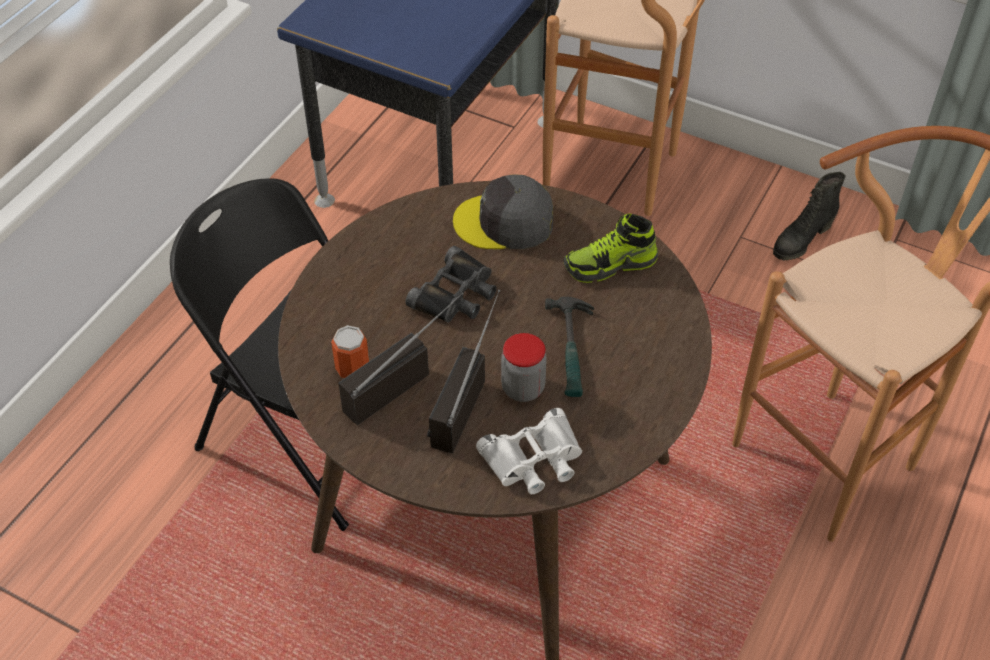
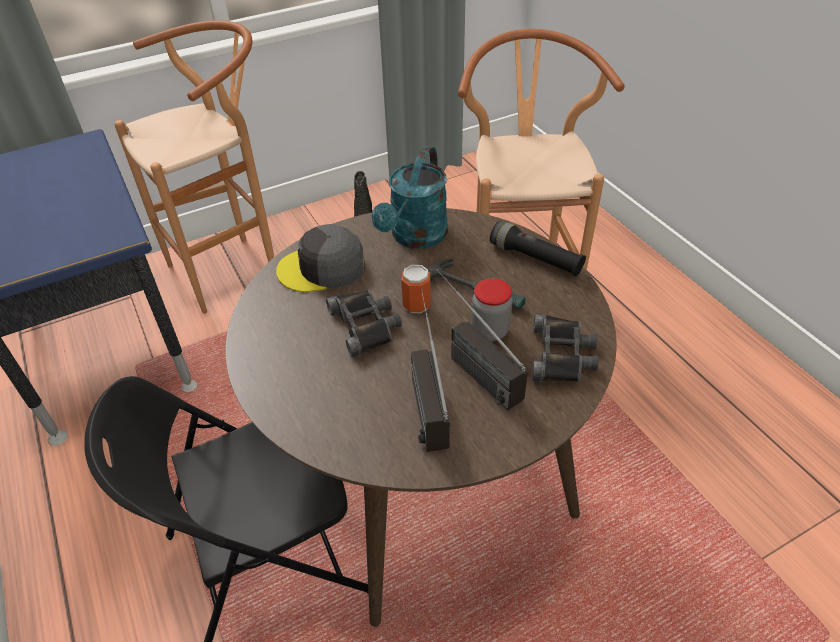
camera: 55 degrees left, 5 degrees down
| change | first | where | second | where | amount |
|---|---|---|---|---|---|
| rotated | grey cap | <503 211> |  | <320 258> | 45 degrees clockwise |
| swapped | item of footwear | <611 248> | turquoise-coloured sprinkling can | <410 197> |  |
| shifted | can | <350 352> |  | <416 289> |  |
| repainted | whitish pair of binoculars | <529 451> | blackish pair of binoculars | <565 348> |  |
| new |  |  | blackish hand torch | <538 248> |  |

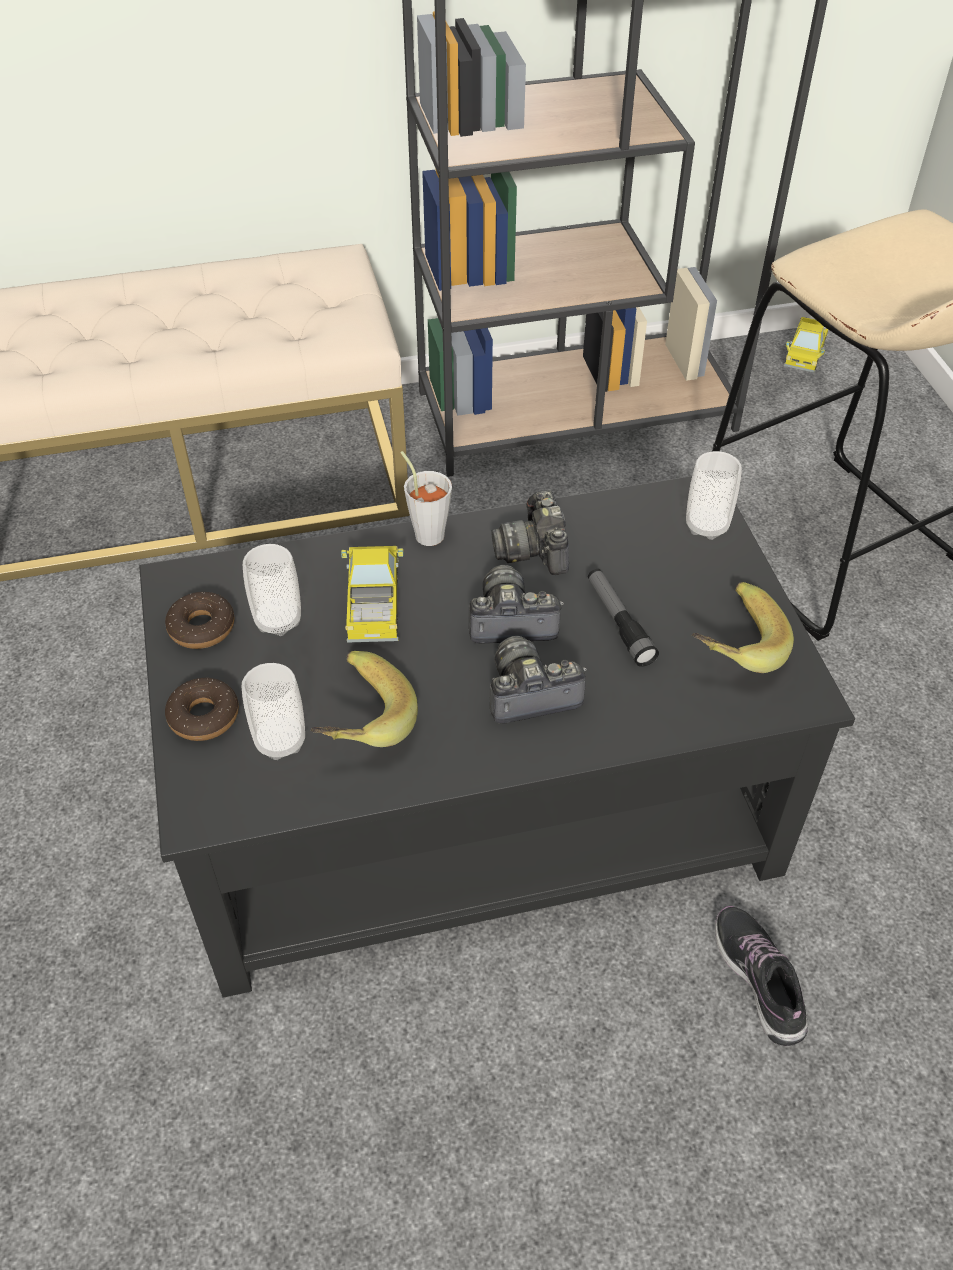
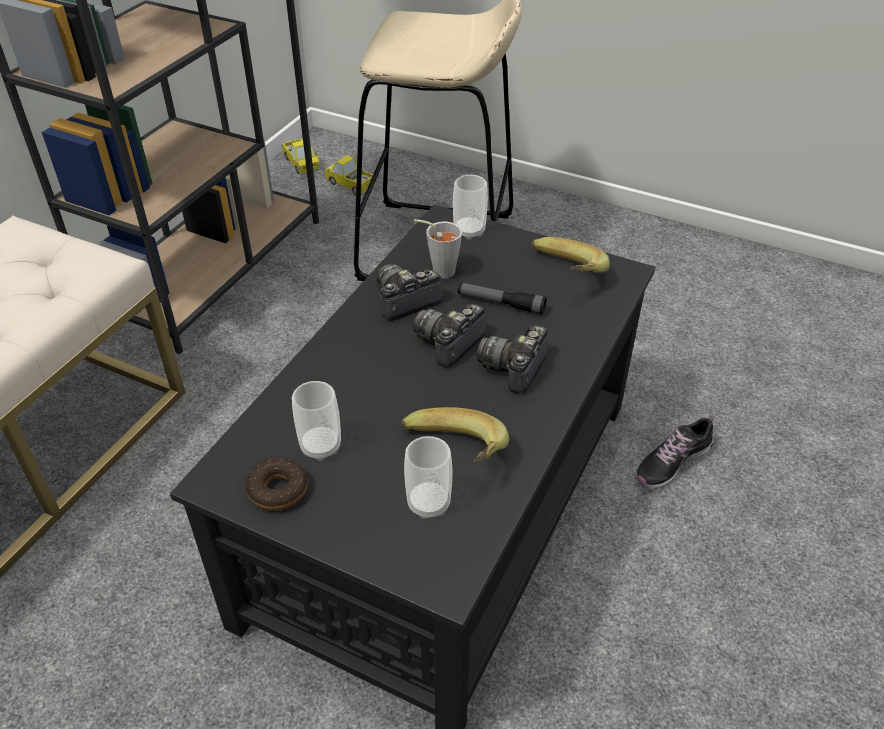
camera: 50 degrees left, 5 degrees down
| change | first | where | second | where | amount |
|---|---|---|---|---|---|
| shifted | grey drinking cup | <426 498> |  | <438 249> |  |
| rotated | photo camera | <530 532> |  | <409 292> | 120 degrees clockwise |
| shifted | toy lorry | <372 594> |  | <350 175> |  |
| gone | ring doughnut | <202 709> |  |  |  |
| rotated | item of footwear | <761 976> |  | <674 451> | 60 degrees counterclockwise |

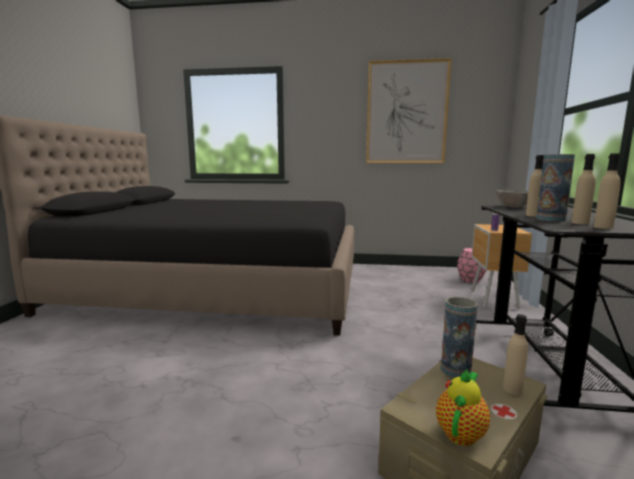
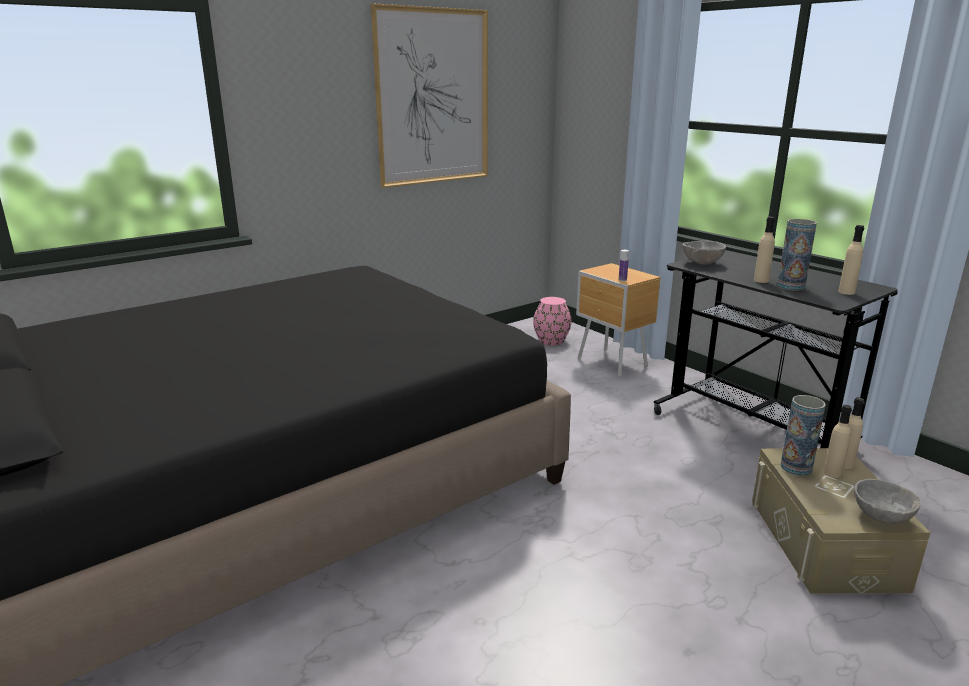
camera: 45 degrees left, 10 degrees up
| change | first | where | second | where | amount |
|---|---|---|---|---|---|
| shifted | beige bottle | <583 189> |  | <838 441> |  |
| swapped | pot for tea | <463 407> | grey deep dish | <887 501> |  |

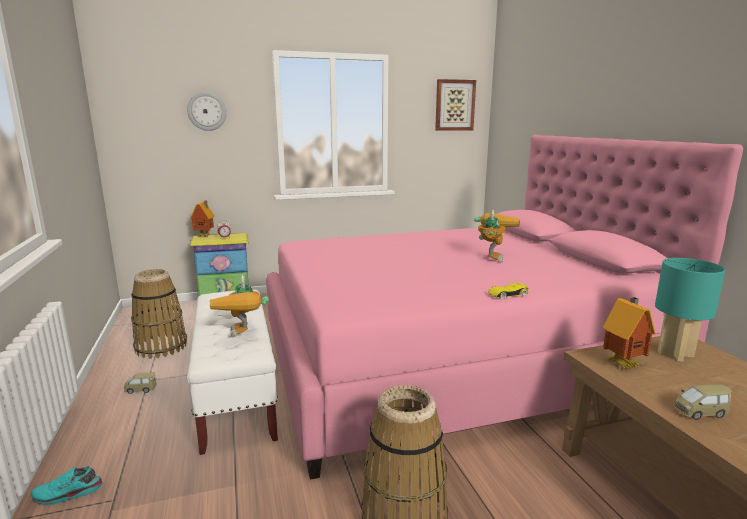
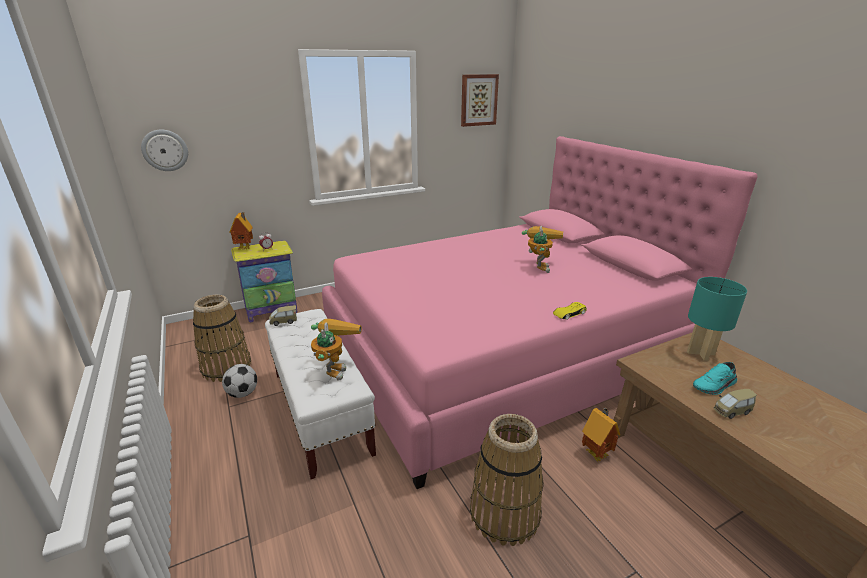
camera: 10 degrees left, 10 degrees up
| change | first | where | second | where | amount |
|---|---|---|---|---|---|
| shifted | hanging clock | <207 111> |  | <164 150> |  |
| rotated | toy robot | <239 306> |  | <336 349> | 150 degrees counterclockwise |
| shifted | model house | <629 333> |  | <601 435> |  |
| shifted | toy car | <140 383> |  | <283 315> |  |
| shifted | turquoise-coloured item of footwear | <66 486> |  | <715 378> |  |
| new |  |  | football | <239 381> |  |

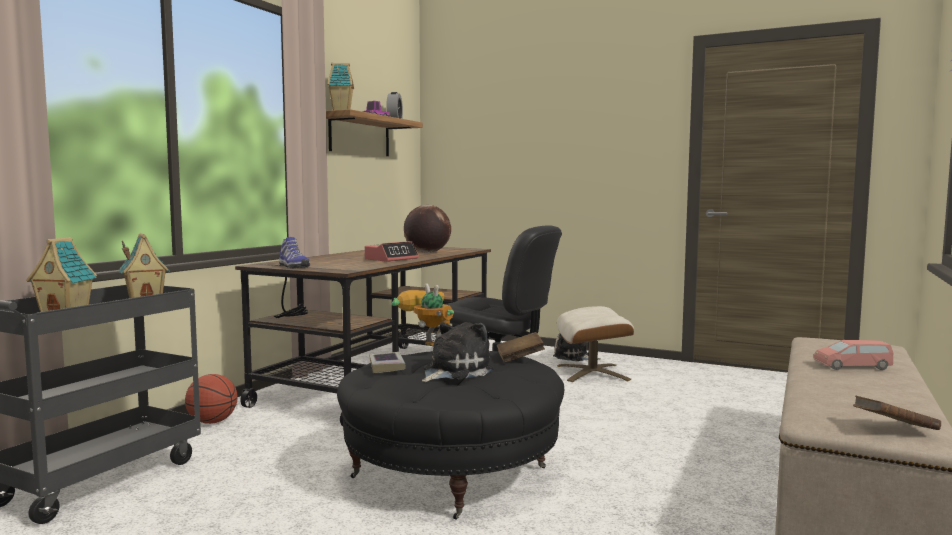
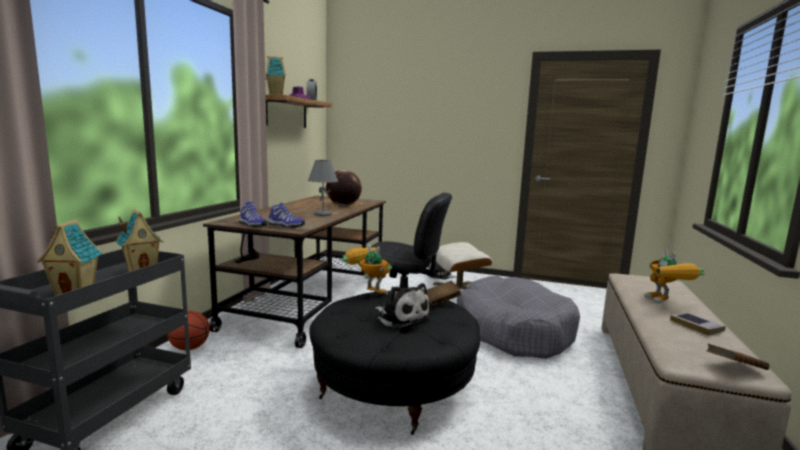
camera: 10 degrees left, 5 degrees up
| change | first | where | second | where | amount |
|---|---|---|---|---|---|
| swapped | alarm clock | <391 251> | grey lamp for a table | <323 188> |  |
| rotated | cuddly toy | <458 352> |  | <403 306> | 105 degrees clockwise |
| swapped | pink-coloured toy car | <853 355> | toy robot | <675 276> |  |
| shifted | bound book | <387 362> |  | <698 324> |  |
| new |  |  | item of footwear | <286 215> |  |
| new |  |  | grey pet bed | <518 317> |  |

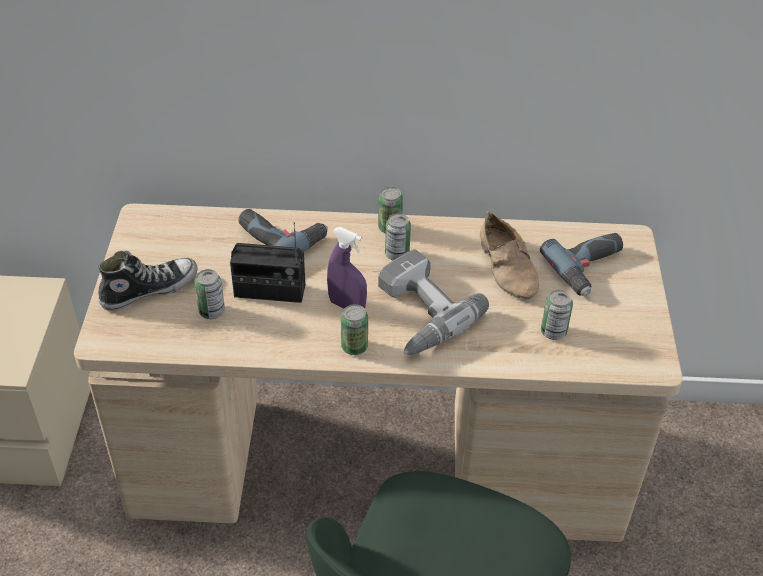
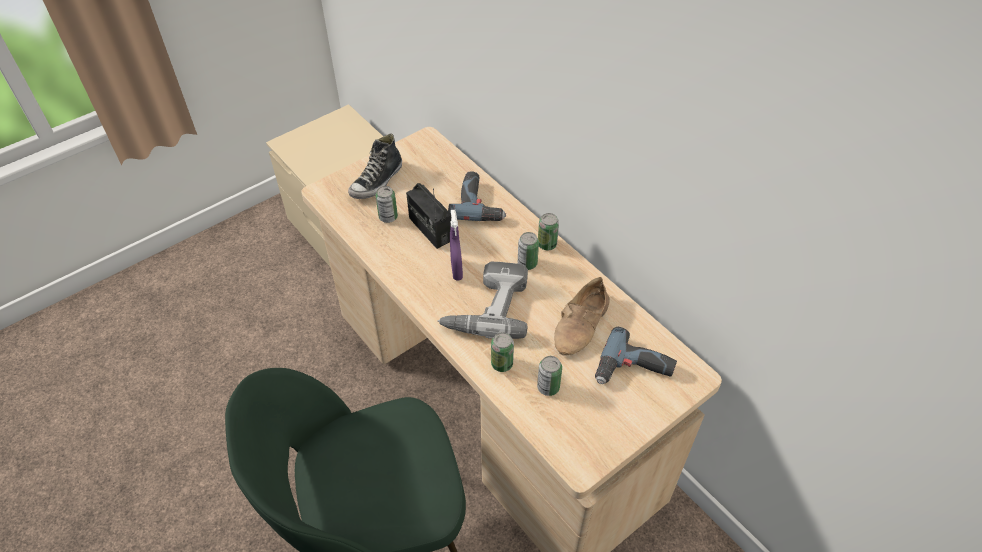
camera: 50 degrees right, 5 degrees up
| change | first | where | second | where | amount |
|---|---|---|---|---|---|
| rotated | item of footwear | <148 280> |  | <375 166> | 105 degrees clockwise |
| shifted | can | <354 329> |  | <502 352> |  |

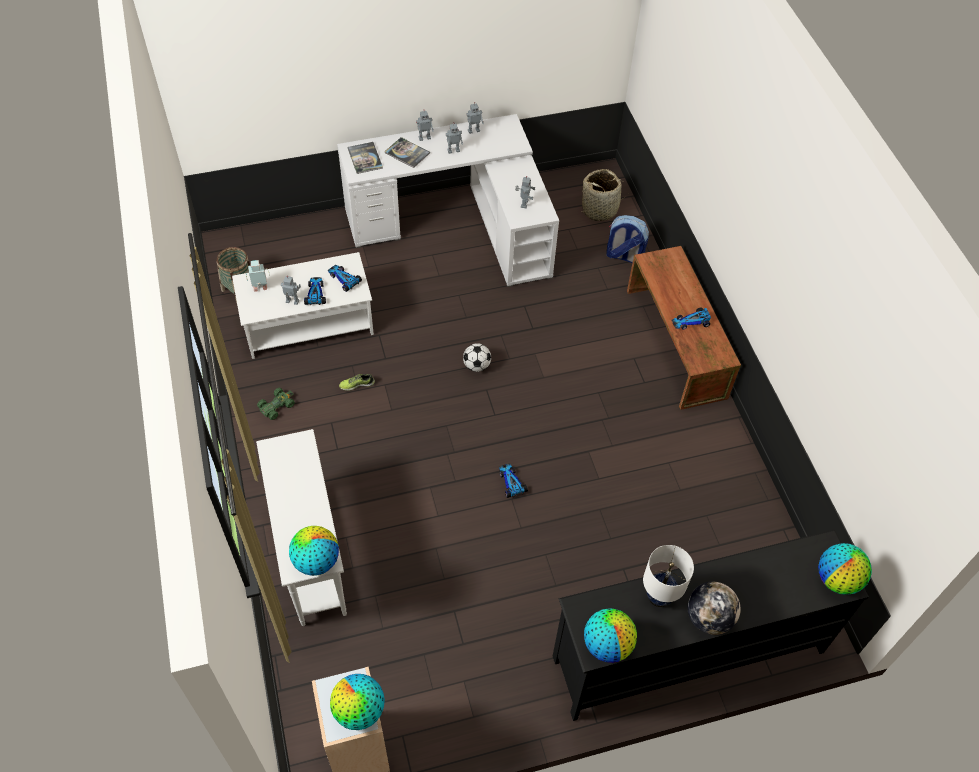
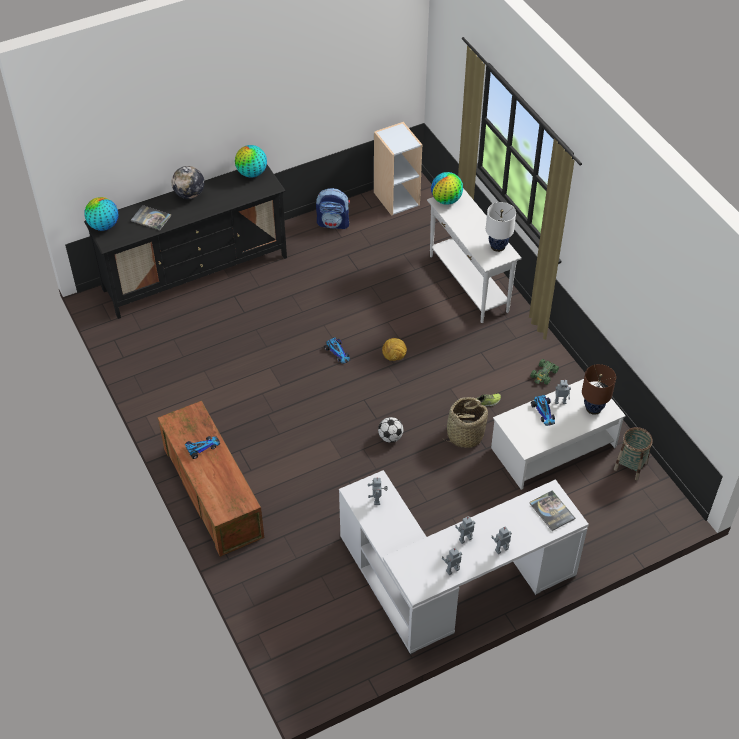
camera: 170 degrees right, 5 degrees down
| change | first | where | second | where | amount |
|---|---|---|---|---|---|
| shifted | bound book | <407 152> |  | <151 218> |  |
| shifted | household basket | <603 195> |  | <466 422> |  |
| shifted | knapsack | <627 239> |  | <333 208> |  |
| swapped | toy robot | <258 276> | brownish lamp for a table | <599 389> |  |
| gone | toy car | <345 278> |  |  |  |
| shifted | whitish lamp for a table | <668 576> |  | <501 227> |  |
| gone | desk globe | <357 702> |  |  |  |
| new |  |  | football | <394 349> |  |

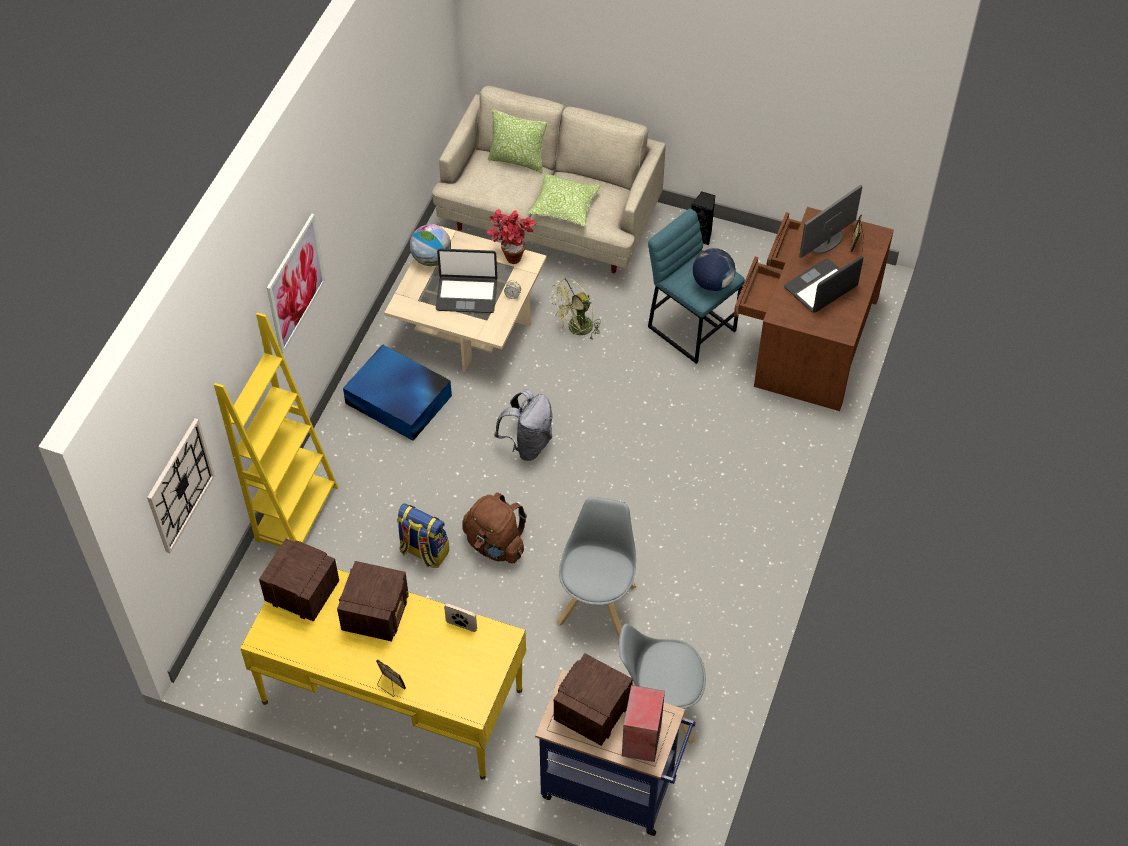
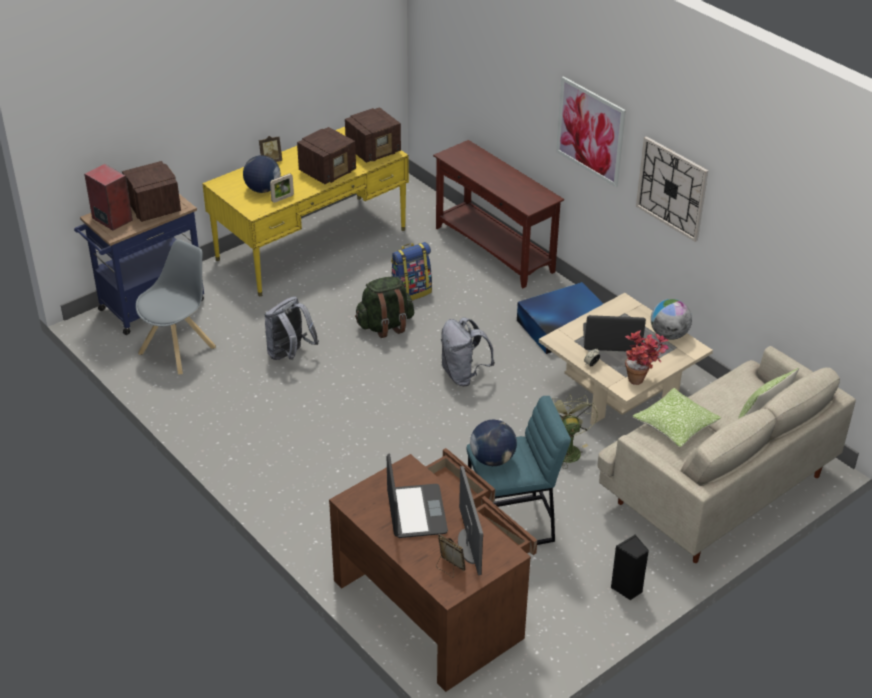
camera: 120 degrees right, 15 degrees down
| change | first | where | second | where | amount |
|---|---|---|---|---|---|
| rotated | notebook computer | <466 281> |  | <614 333> | 60 degrees clockwise |
| swapped | yellowish shelving unit | <276 430> | brownish hall table | <498 214> |  |
| shifted | hanging clock | <181 485> |  | <672 189> |  |
| repainted | brownish knapsack | <494 528> | green knapsack | <384 307> |  |
| swapped | grey chair | <596 567> | grey knapsack | <292 328> |  |
| rotated | radio set | <373 601> |  | <326 155> | 90 degrees counterclockwise |
| new |  |  | desk globe | <262 174> |  |

